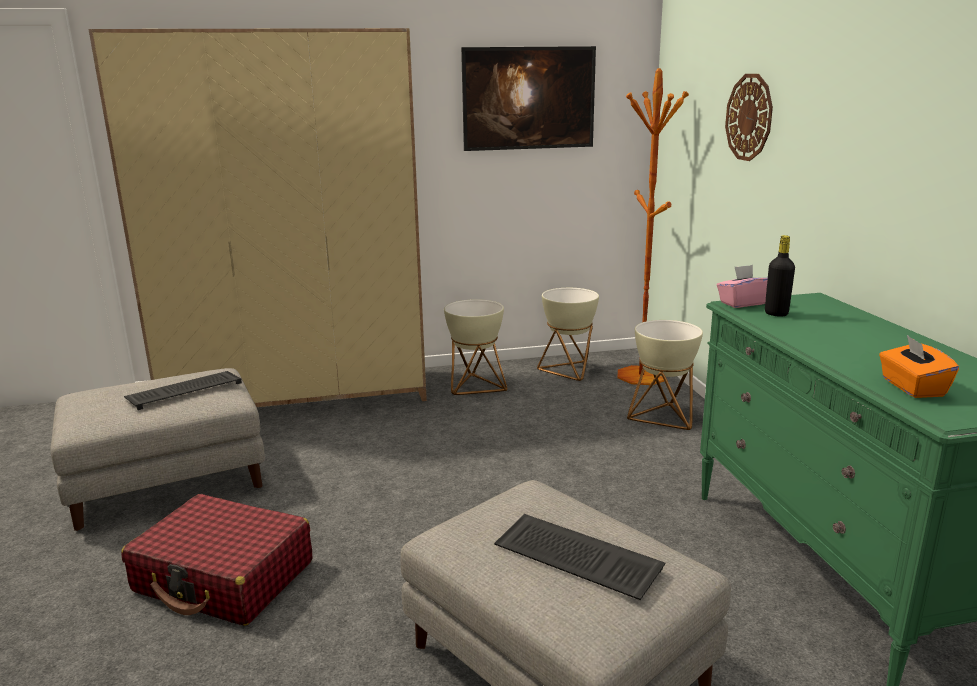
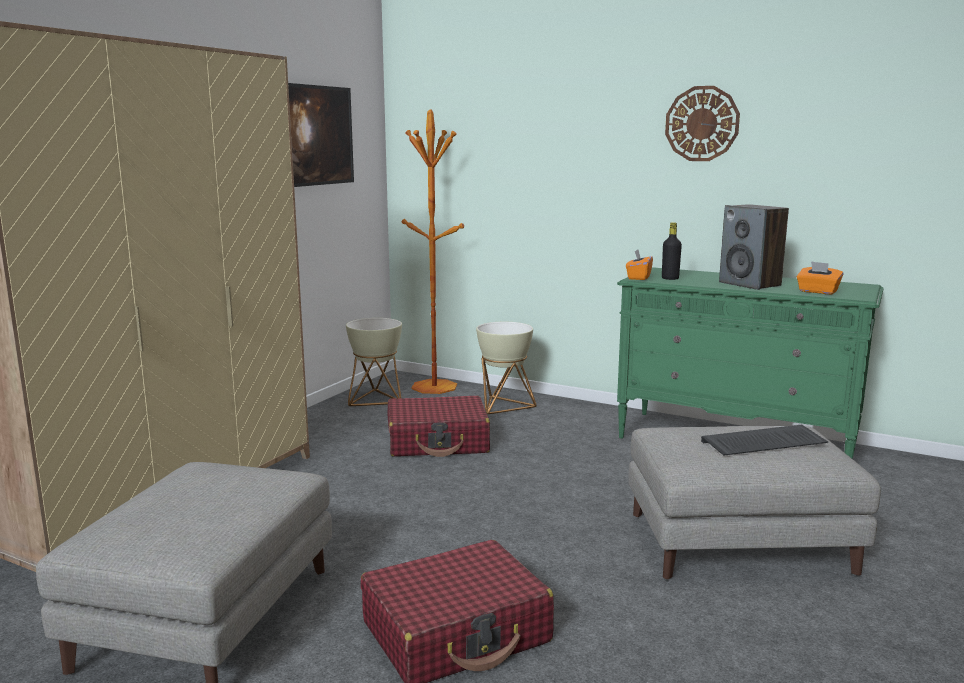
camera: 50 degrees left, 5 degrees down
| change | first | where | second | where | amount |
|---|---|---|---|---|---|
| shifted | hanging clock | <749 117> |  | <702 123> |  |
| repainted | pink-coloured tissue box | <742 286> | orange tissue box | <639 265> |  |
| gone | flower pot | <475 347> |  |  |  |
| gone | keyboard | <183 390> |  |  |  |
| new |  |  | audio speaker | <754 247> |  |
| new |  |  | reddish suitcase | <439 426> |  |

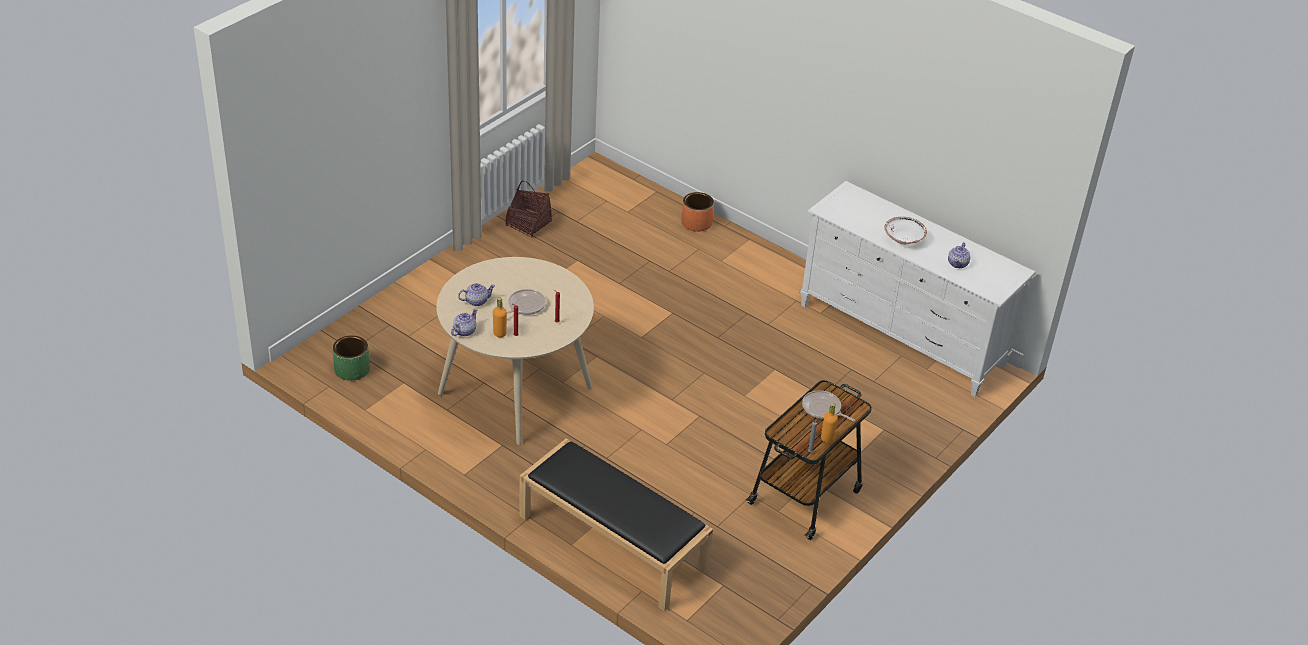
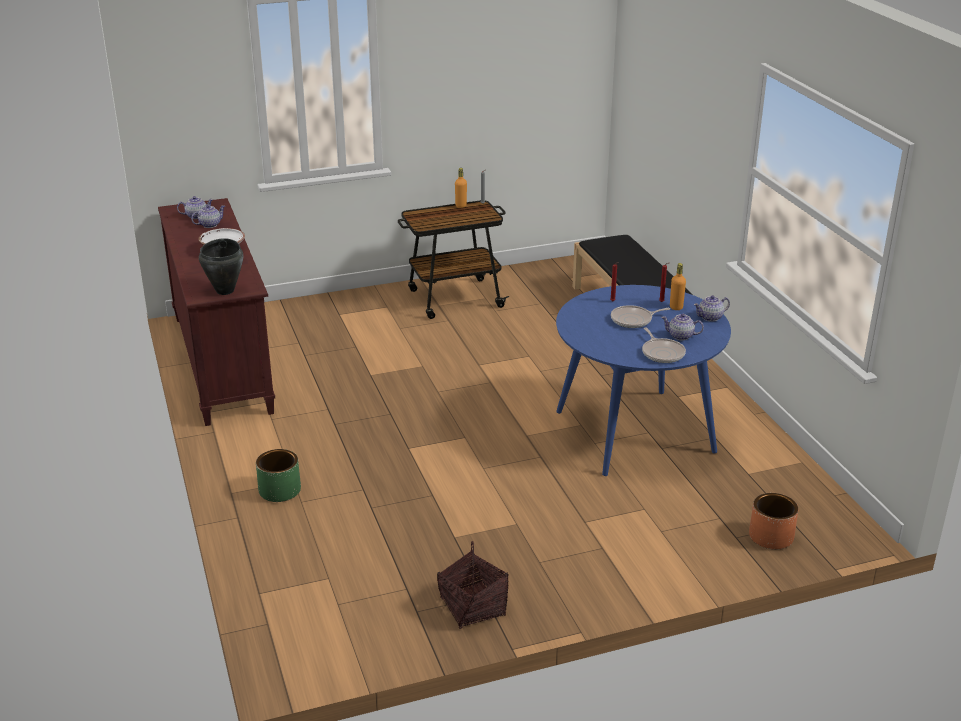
camera: 145 degrees left, 10 degrees down
| change | first | where | second | where | amount |
|---|---|---|---|---|---|
| repainted | whitish dresser | <918 289> | reddish dresser | <216 312> |  |
| shifted | orange flower pot | <697 212> |  | <773 521> |  |
| repainted | beige dinner table | <515 351> | bluish dinner table | <643 380> |  |
| shifted | green flower pot | <351 358> |  | <278 475> |  |
| shifted | frying pan | <828 406> |  | <664 345> |  |
| new |  |  | pot for tea | <195 207> |  |
| new |  |  | blackish cooking pot | <221 266> |  |

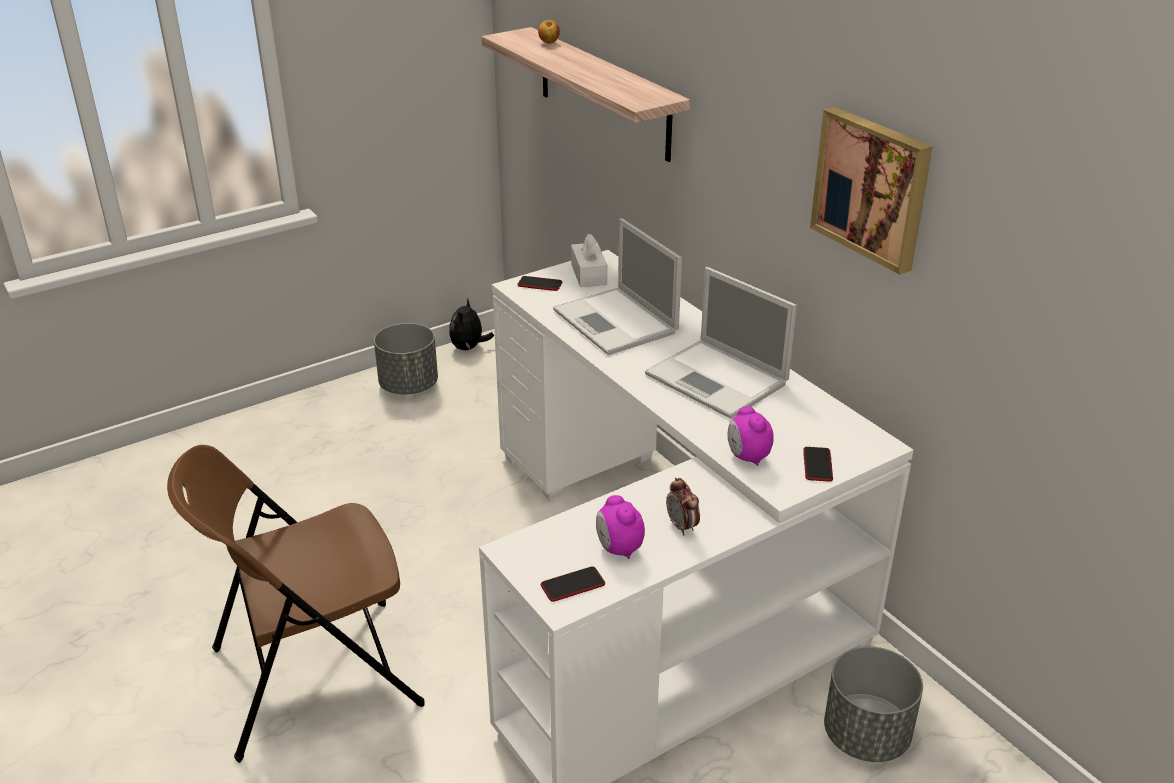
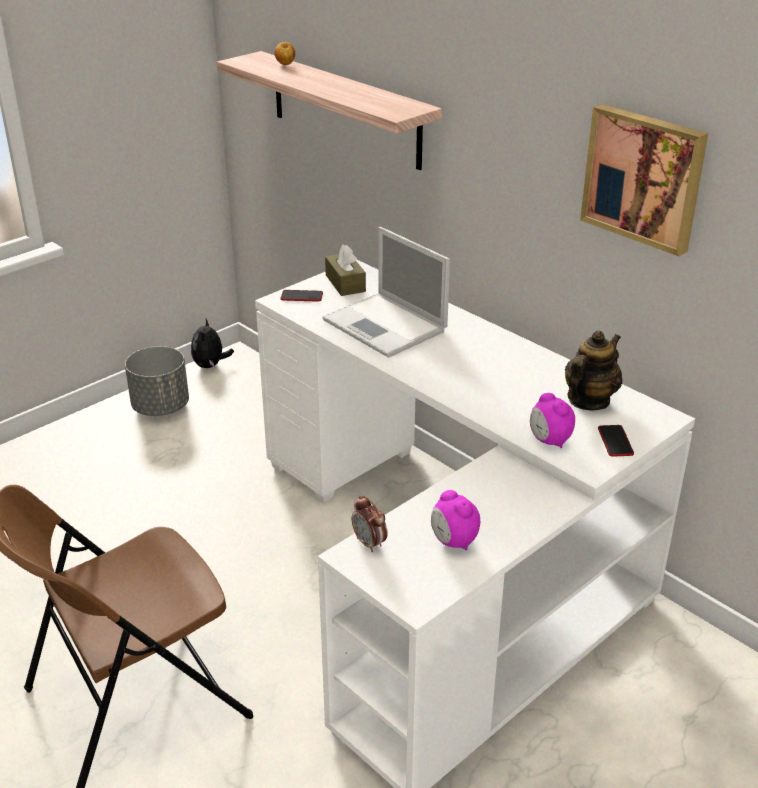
camera: 10 degrees left, 0 degrees up
| change | first | where | second | where | amount |
|---|---|---|---|---|---|
| repainted | whitish tissue box | <589 260> | brownish tissue box | <345 270> |  |
| gone | notebook computer | <721 343> |  |  |  |
| shifted | alarm clock | <683 507> |  | <370 524> |  |
| gone | phone | <573 584> |  |  |  |
| gone | grey flower pot | <873 704> |  |  |  |
| new |  |  | pot for tea | <594 370> |  |

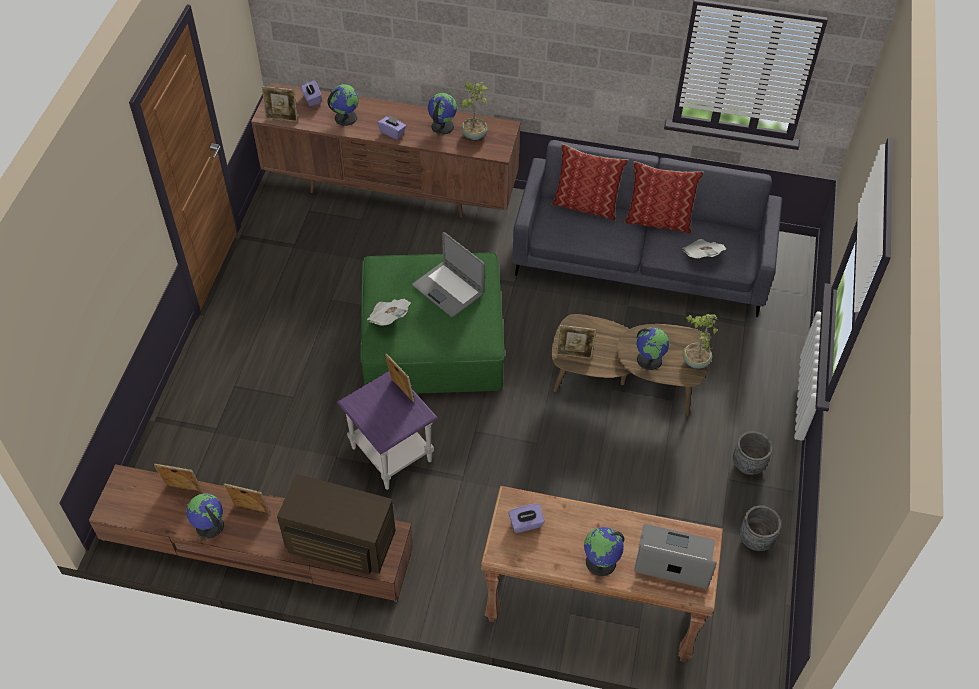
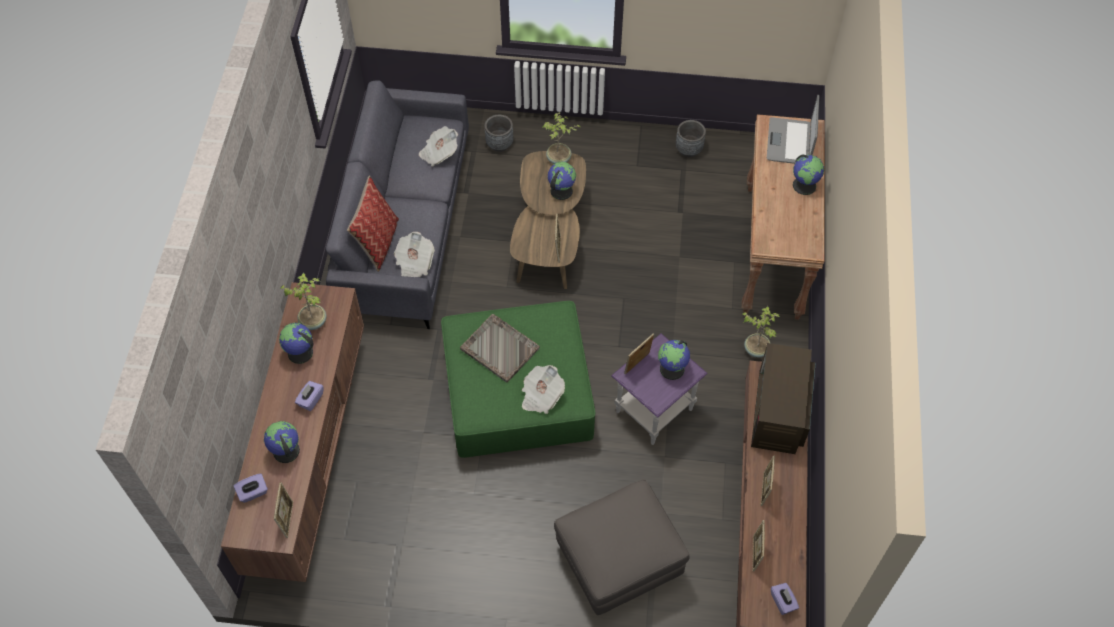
camera: 95 degrees left, 5 degrees up
| change | first | where | second | where | amount |
|---|---|---|---|---|---|
| gone | pillow | <664 197> |  |  |  |
| swapped | notebook computer | <448 274> | grey tray | <500 348> |  |
| shifted | grey flower pot | <752 453> |  | <499 133> |  |
| shifted | desk globe | <205 516> |  | <674 360> |  |
| shifted | purple-coloured tissue box | <526 518> |  | <785 599> |  |
| new |  |  | printed paper | <414 254> |  |
| new |  |  | plant in a pot | <761 332> |  |
| new |  |  | grey ottoman | <622 547> |  |

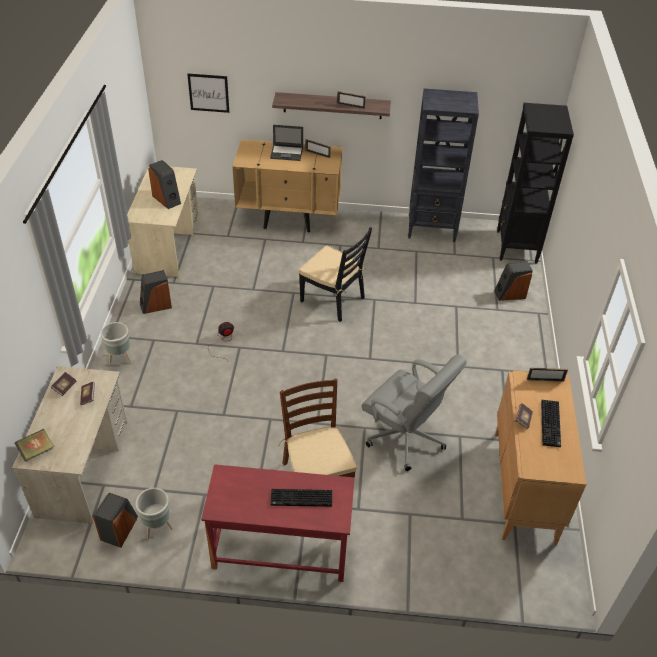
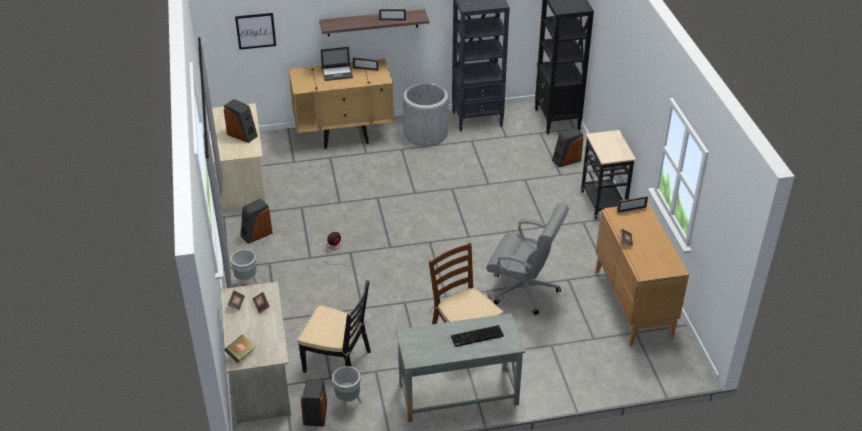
camera: 15 degrees left, 5 degrees down
| change | first | where | second | where | amount |
|---|---|---|---|---|---|
| shifted | blackish chair | <335 274> |  | <334 326> |  |
| gone | keyboard | <551 423> |  |  |  |
| repainted | reddish desk unit | <278 523> | grey desk unit | <461 367> |  |
| new |  |  | grey flower pot | <425 114> |  |
| new |  |  | wheeled cart | <608 174> |  |

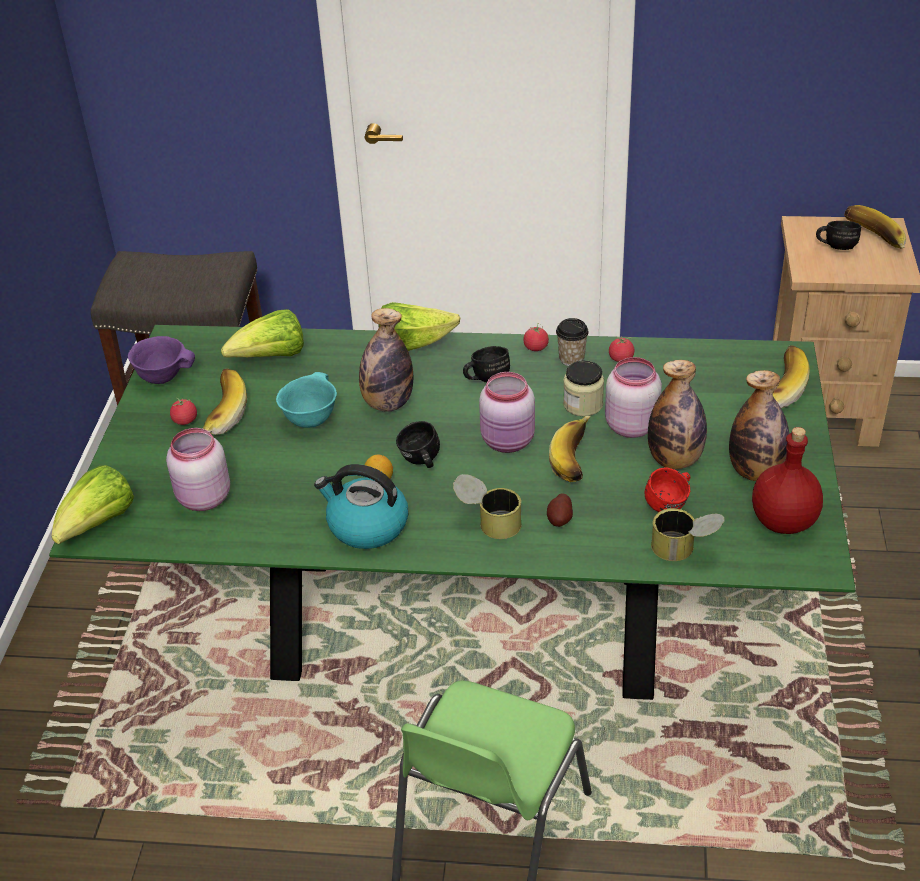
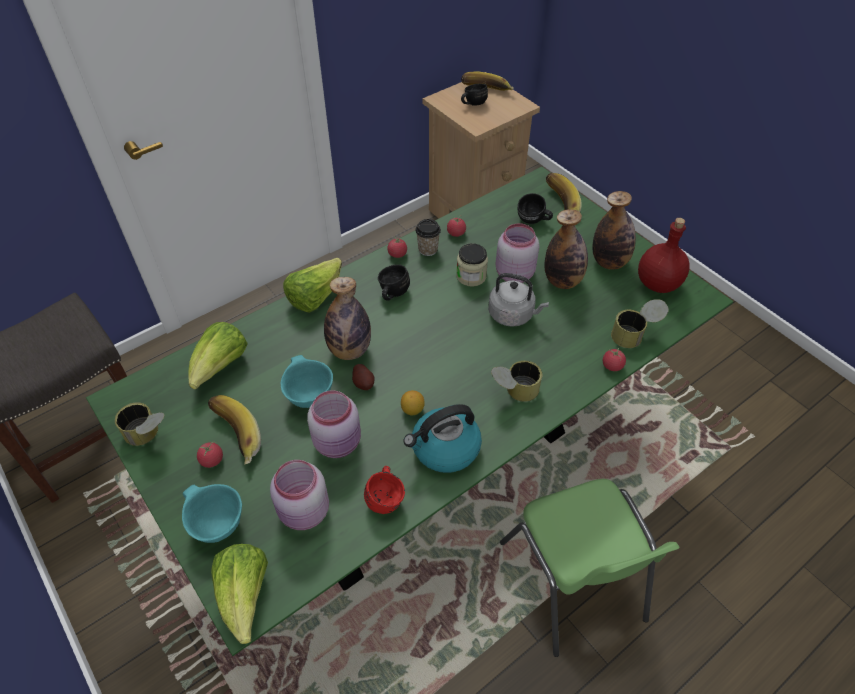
camera: 45 degrees left, 10 degrees up
| change | first | where | second | where | amount |
|---|---|---|---|---|---|
| swapped | purple-coloured deep dish | <161 360> | can | <139 424> |  |
| shifted | pink-coloured jar | <507 412> |  | <334 424> |  |
| swapped | whole banana | <570 449> | grey water kettle | <518 300> |  |
| shifted | blackish mug | <418 444> |  | <535 208> |  |
| shifted | reddish mug | <667 489> |  | <384 490> |  |
| shifted | spud | <560 510> |  | <363 377> |  |
| new |  |  | fresh tomato | <614 359> |  |
| new |  |  | turquoise-coloured deep dish | <212 513> |  |

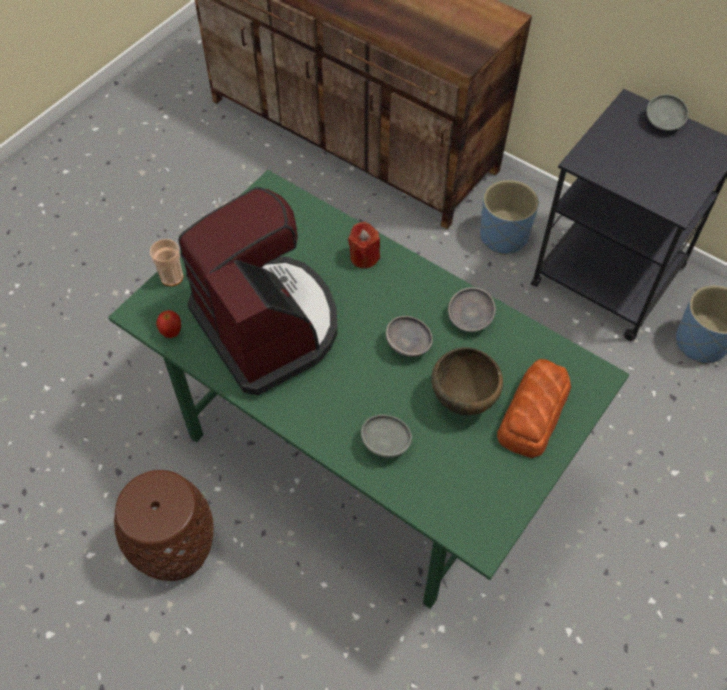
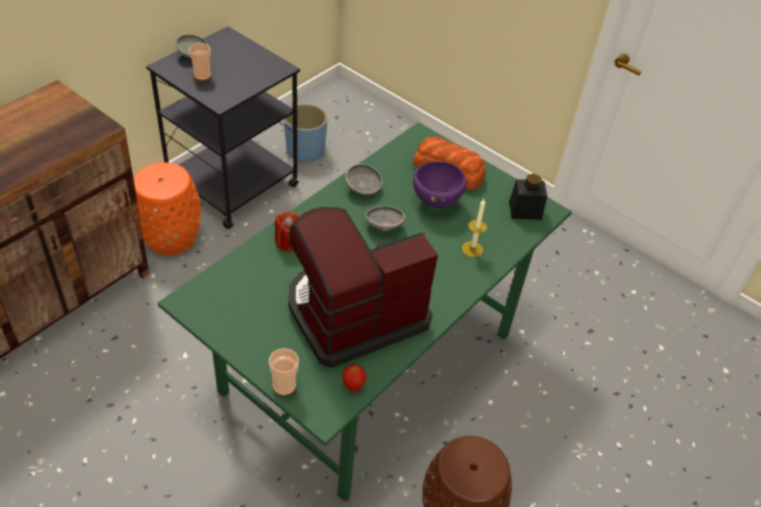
camera: 90 degrees left, 10 degrees down
| change | first | where | second | where | amount |
|---|---|---|---|---|---|
| swapped | bluish flower pot | <509 217> | orange stool | <167 208> |  |
| repainted | brownish deep dish | <467 381> | purple-coloured deep dish | <440 184> |  |
| swapped | grey deep dish | <386 436> | candle | <474 228> |  |
| new |  |  | drinking cup | <200 62> |  |
| new |  |  | blackish jar | <528 197> |  |

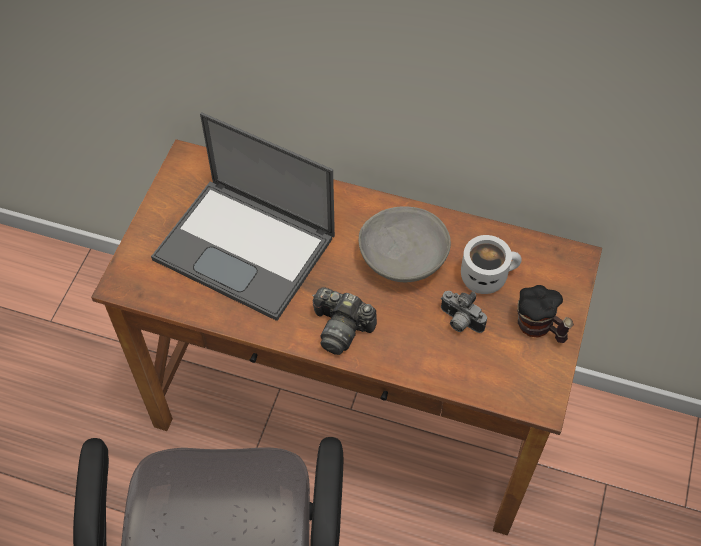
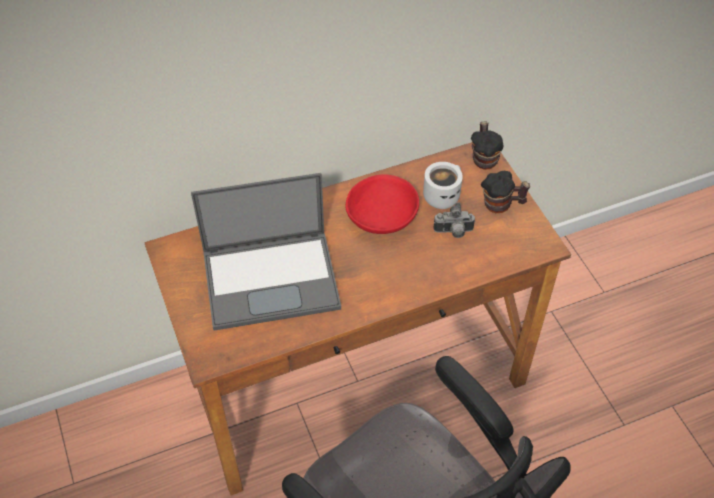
camera: 40 degrees left, 5 degrees down
| change | first | where | second | where | amount |
|---|---|---|---|---|---|
| repainted | grey deep dish | <405 244> | reddish deep dish | <382 204> |  |
| gone | photo camera | <344 321> |  |  |  |
| new |  |  | mug | <487 145> |  |

